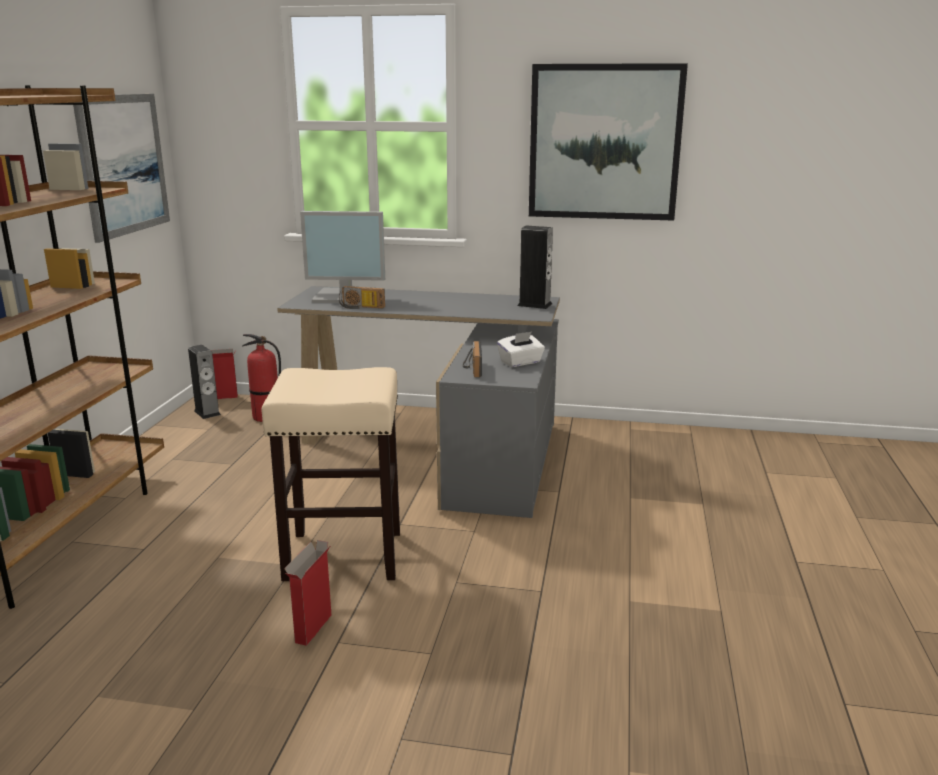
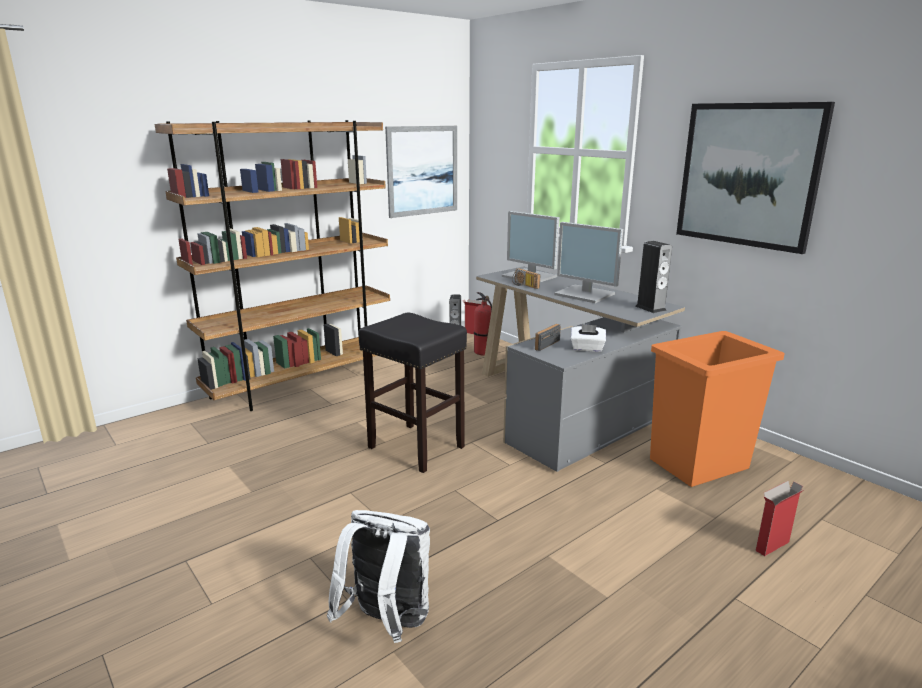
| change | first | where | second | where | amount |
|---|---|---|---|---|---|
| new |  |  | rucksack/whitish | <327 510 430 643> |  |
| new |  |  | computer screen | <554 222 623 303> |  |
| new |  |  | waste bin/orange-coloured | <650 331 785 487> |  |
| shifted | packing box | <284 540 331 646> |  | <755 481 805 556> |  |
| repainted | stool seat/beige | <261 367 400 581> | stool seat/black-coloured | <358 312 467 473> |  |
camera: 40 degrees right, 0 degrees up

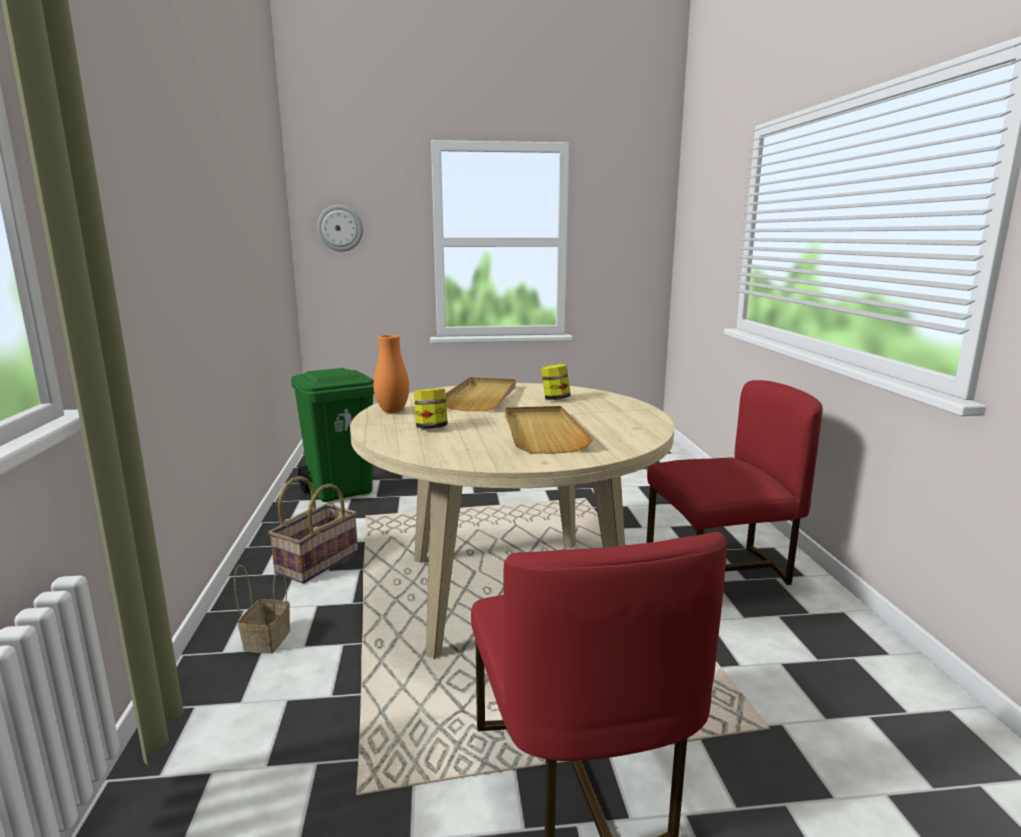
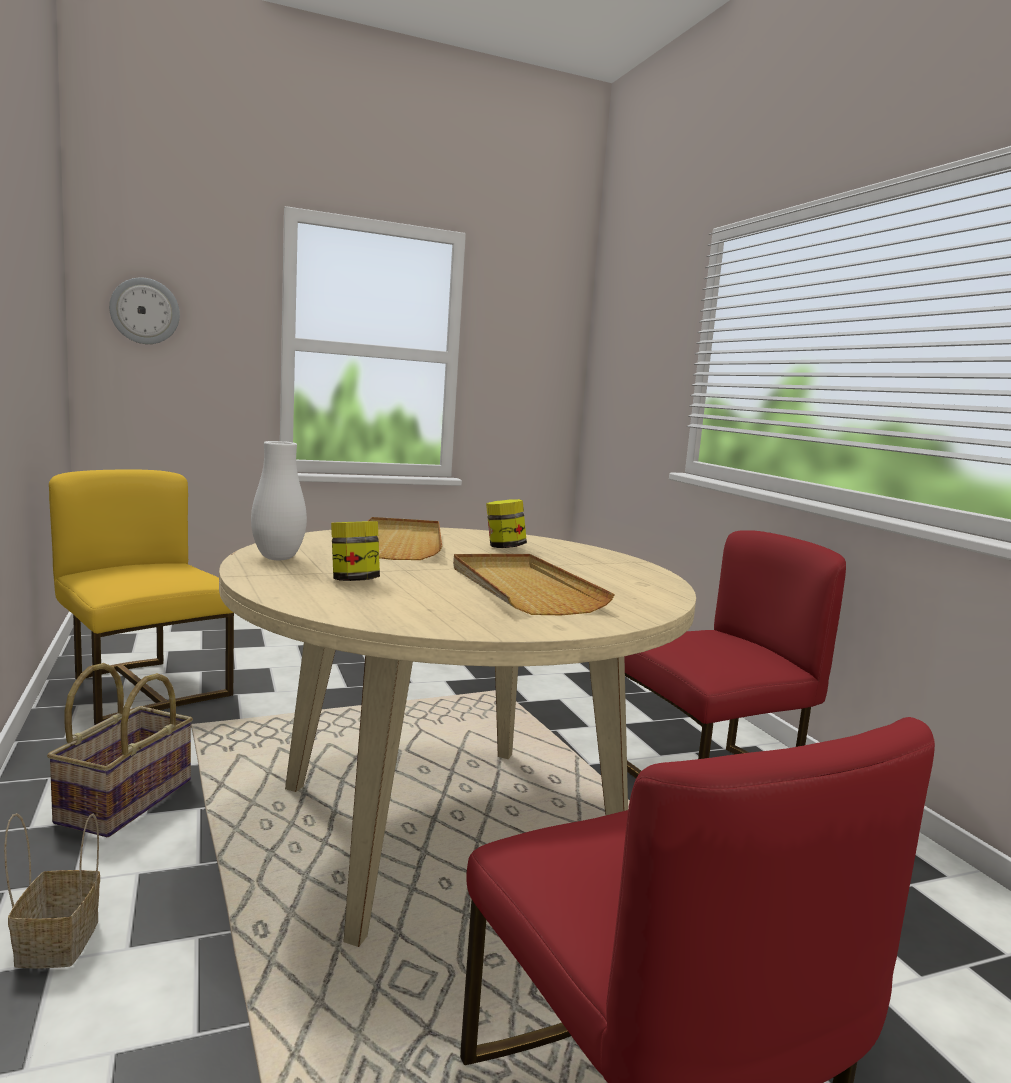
| change | first | where | second | where | amount |
|---|---|---|---|---|---|
| swapped | waste bin/green-coloured | <291 368 374 502> | chair/yellow-coloured | <49 469 234 725> |  |
| repainted | decorative vase/orange-coloured | <374 335 409 413> | decorative vase/whitish | <251 441 307 560> |  |
camera: 15 degrees left, 5 degrees down

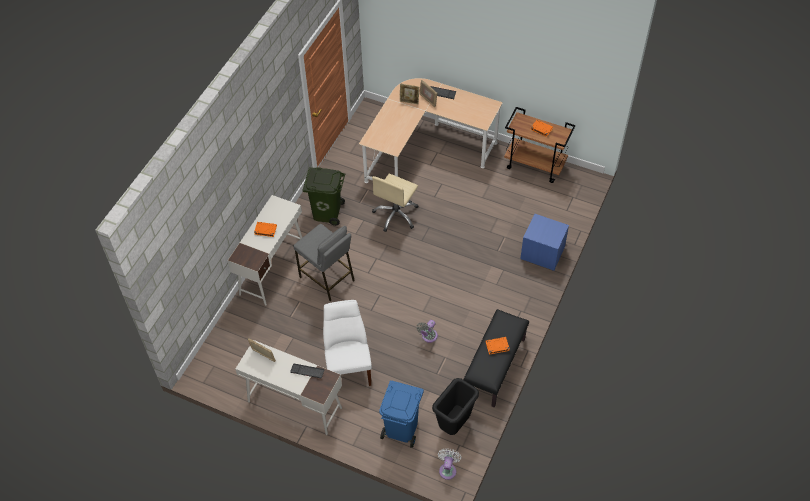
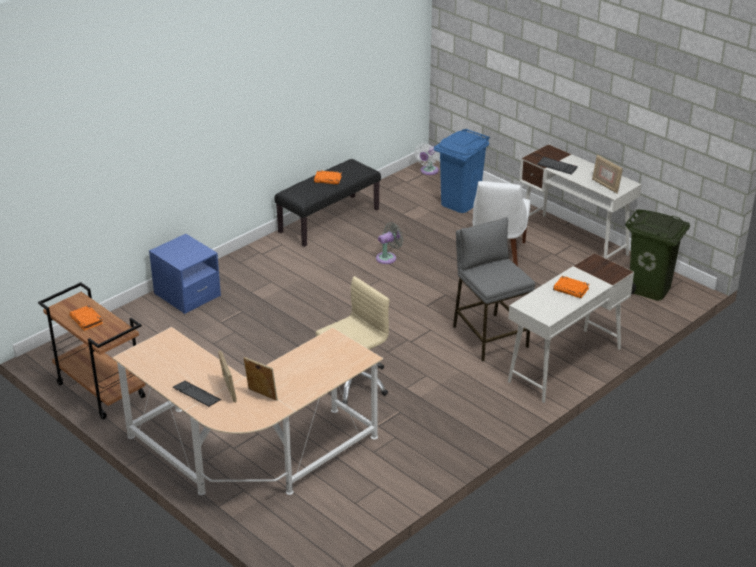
| change | first | where | second | where | amount |
|---|---|---|---|---|---|
| gone | waste bin/black-coloured | <432 378 479 435> |  |  |  |
| shifted | waste bin/green-coloured | <302 167 345 226> |  | <625 210 690 300> |  |
camera: 160 degrees left, 20 degrees down

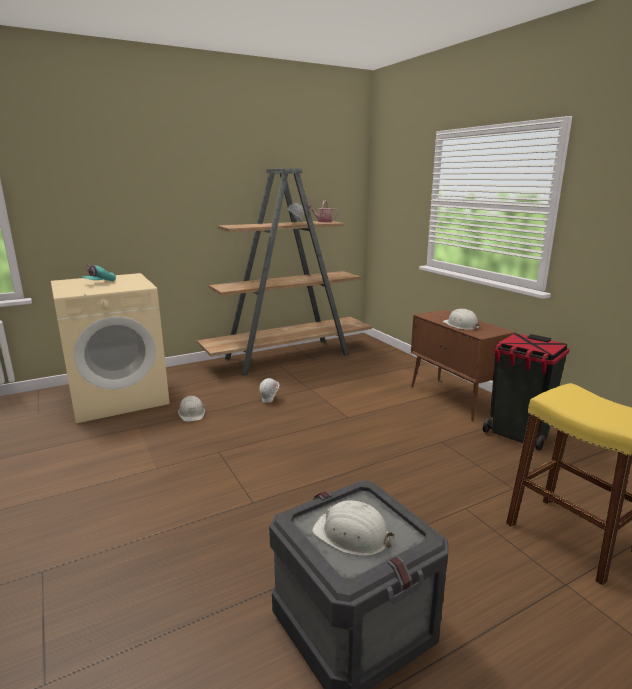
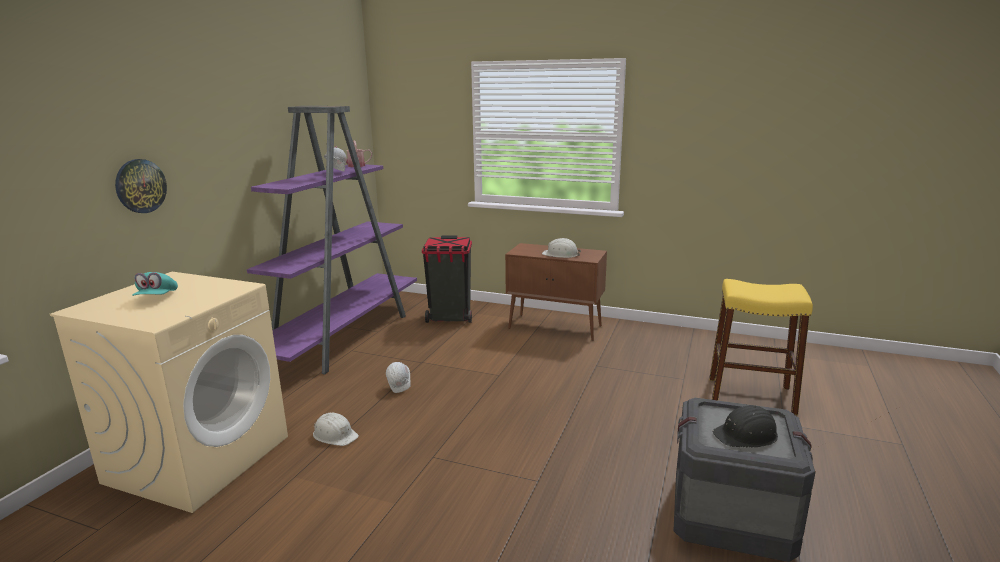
| change | first | where | second | where | amount |
|---|---|---|---|---|---|
| new |  |  | hanging clock | <115 159 167 213> |  |
| shifted | waste bin/black-coloured | <483 333 569 451> |  | <422 235 472 323> |  |
| repainted | bookshelf/brown-coloured | <197 168 372 376> | bookshelf/purple | <247 106 417 375> |  |
| repainted | hard hat/whitish | <312 500 395 556> | hard hat/black-coloured | <712 405 778 447> |  |
camera: 40 degrees left, 0 degrees up

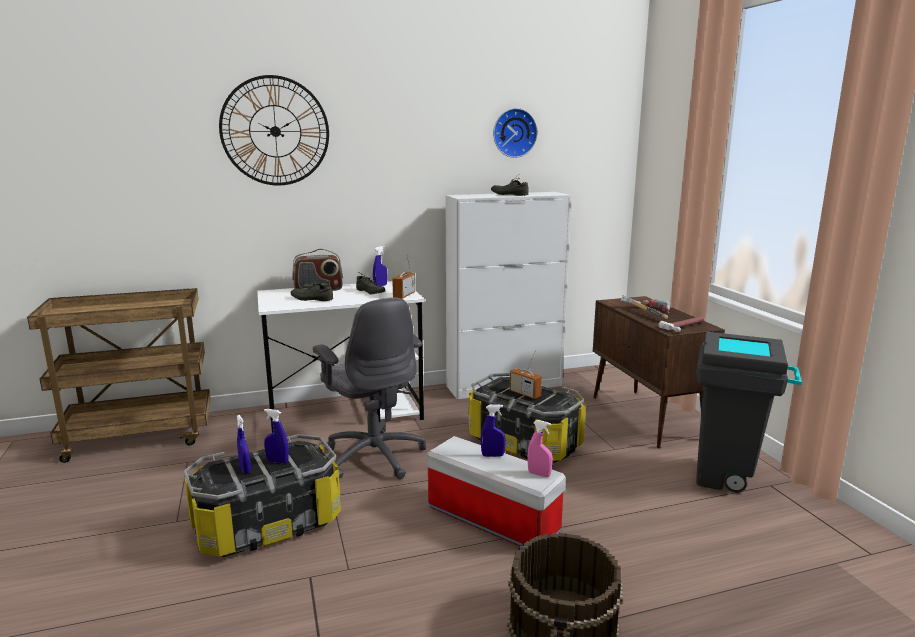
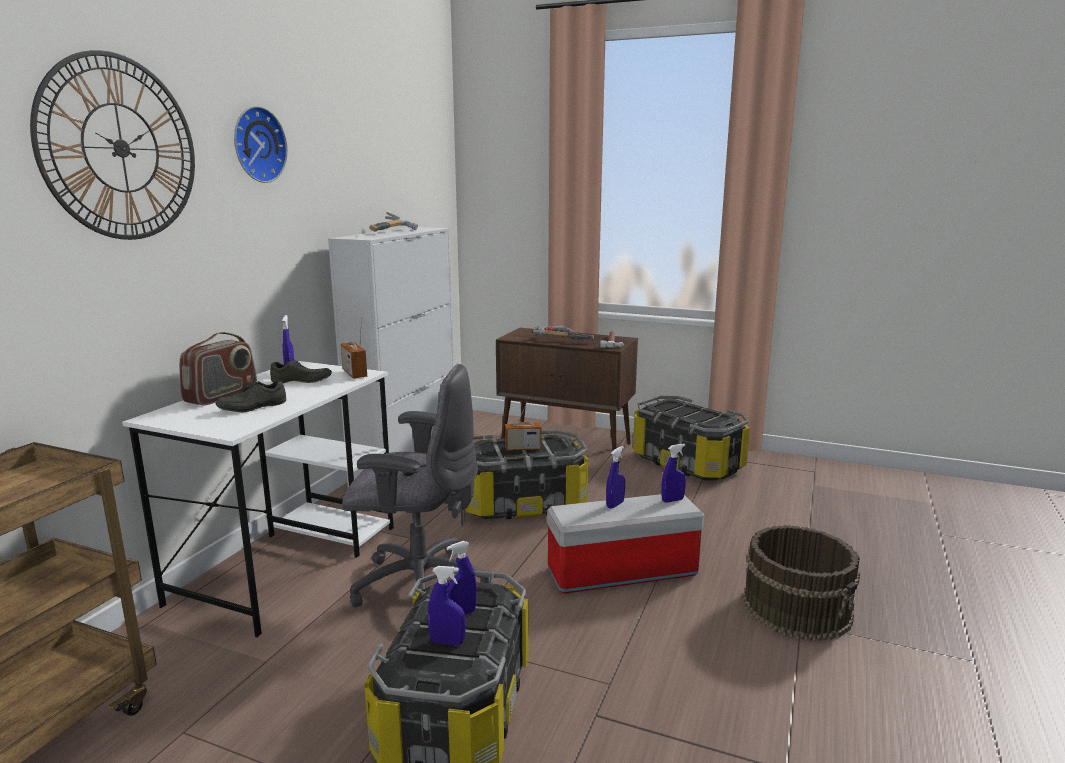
| change | first | where | second | where | amount |
|---|---|---|---|---|---|
| shifted | hanging clock | <493 108 538 158> |  | <234 106 288 183> |  |
| swapped | item of footwear/gray | <491 175 529 196> | hammer | <369 212 418 232> |  |
| swapped | waste bin/gray | <696 332 802 492> | storage container | <633 396 750 481> |  |
| repainted | hand sprayer/pink-coloured | <527 420 553 477> | hand sprayer/bluish | <661 444 686 503> |  |
camera: 50 degrees left, 0 degrees up

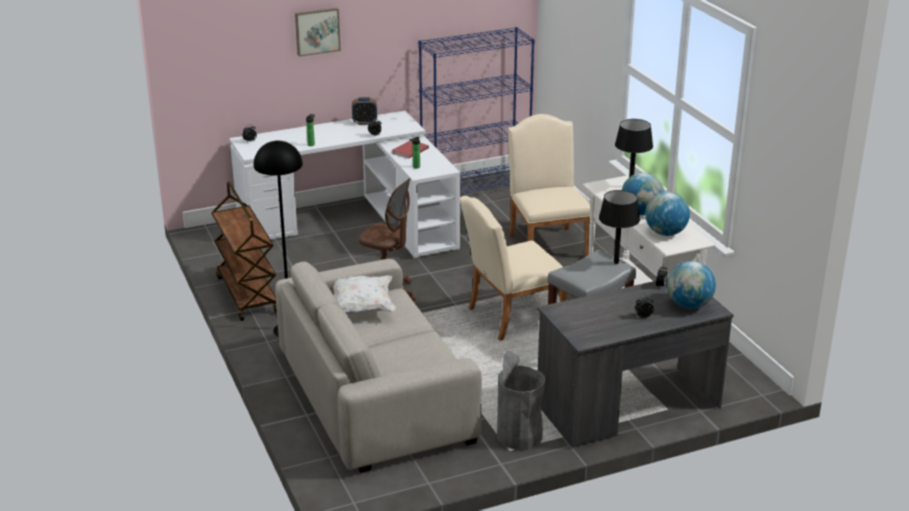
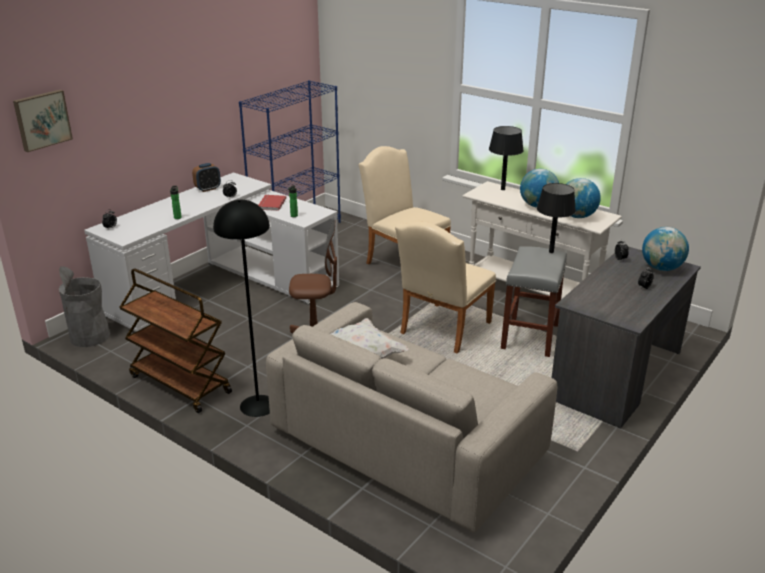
| change | first | where | second | where | amount |
|---|---|---|---|---|---|
| shifted | picture | <295 8 341 56> |  | <13 90 73 152> |  |
| shifted | waste bin/gray | <497 351 545 450> |  | <59 266 110 347> |  |
camera: 30 degrees left, 0 degrees up

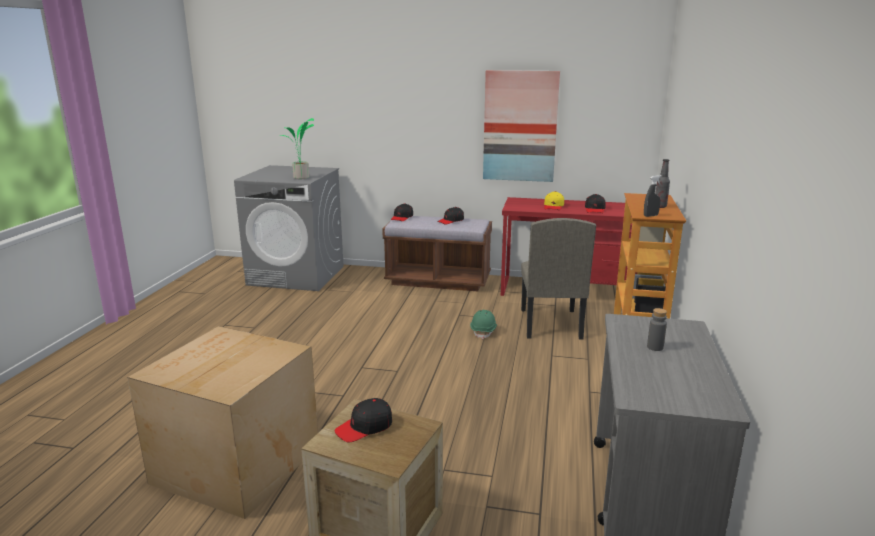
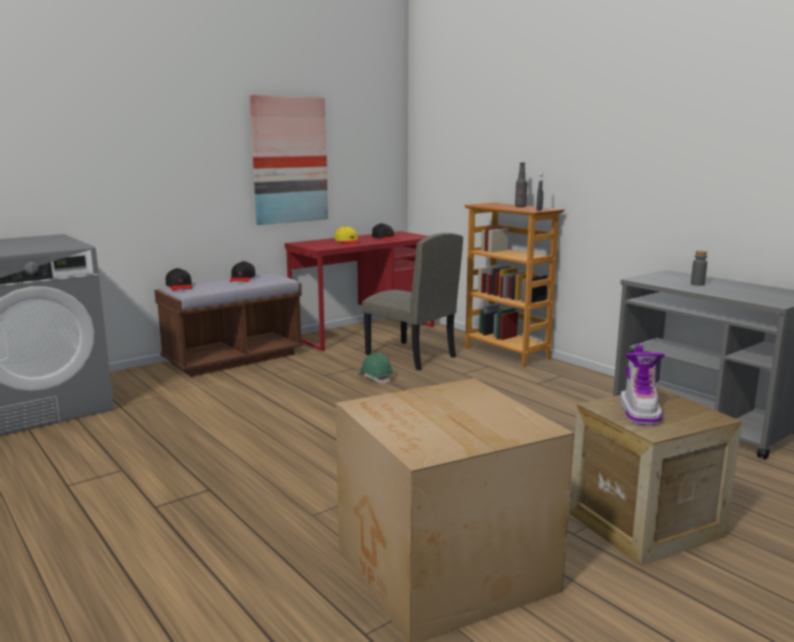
| change | first | where | second | where | amount |
|---|---|---|---|---|---|
| gone | houseplant | <279 118 314 179> |  |  |  |
| swapped | cap/black-coloured | <335 398 392 442> | tall boot | <620 345 665 425> |  |
camera: 50 degrees left, 5 degrees down

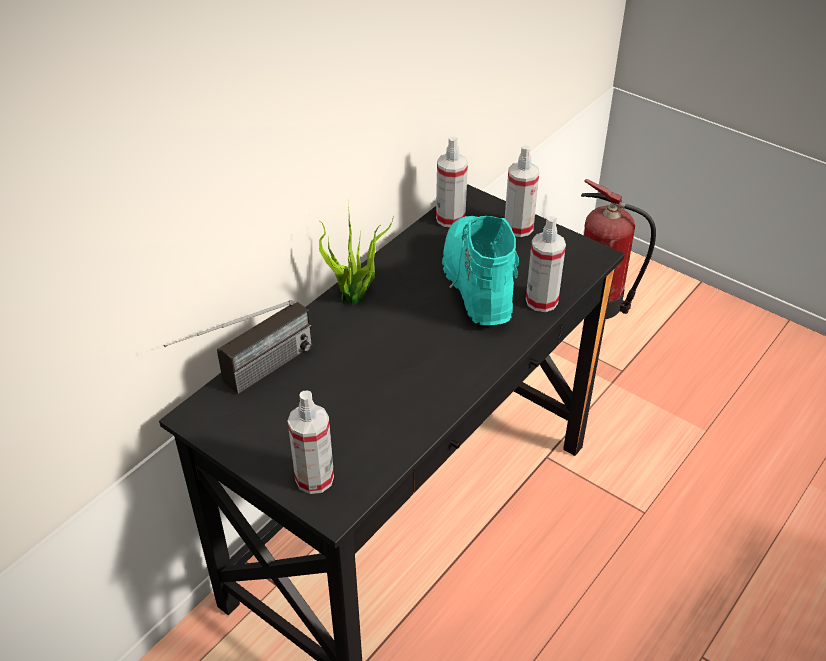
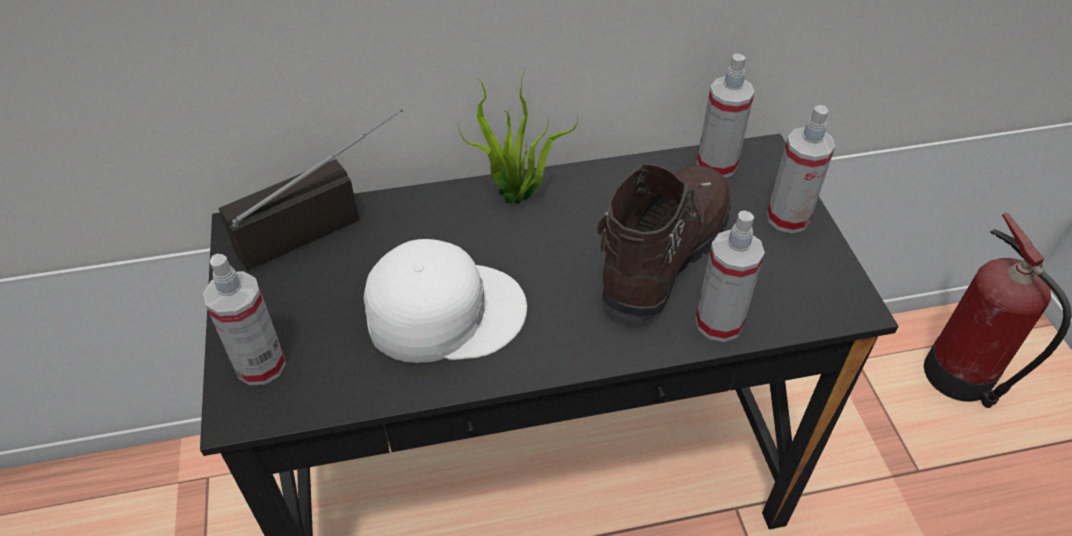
| change | first | where | second | where | amount |
|---|---|---|---|---|---|
| new |  |  | cap/whitish | <364 239 527 363> |  |
| repainted | tall boot/turquoise | <442 216 519 325> | tall boot/brown-coloured | <597 164 731 322> |  |
| rotated | radio receiver | <164 300 313 394> |  | <219 109 403 271> | 150 degrees clockwise |
camera: 40 degrees right, 5 degrees up

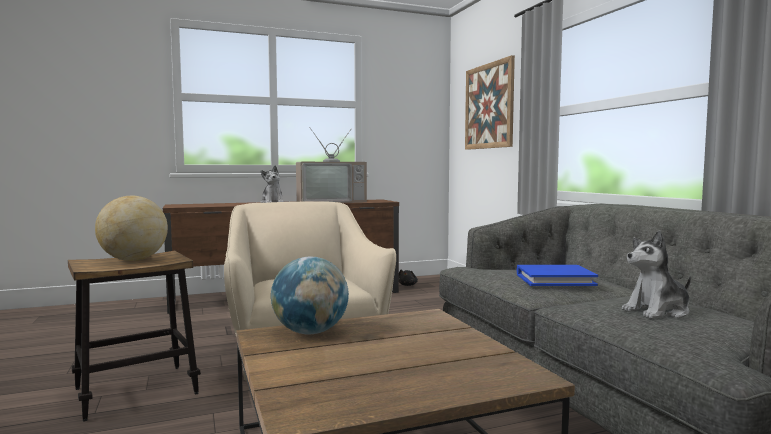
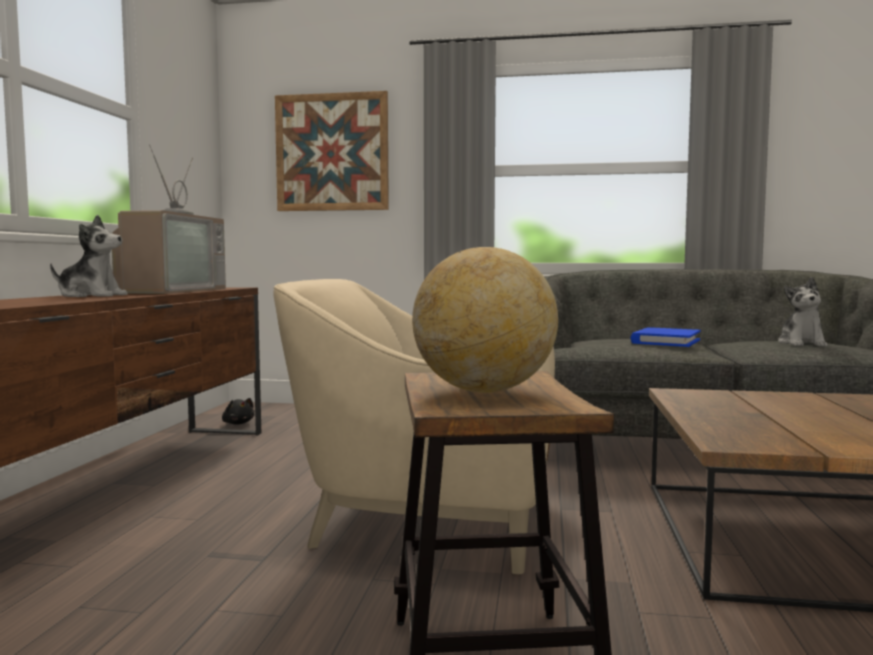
| change | first | where | second | where | amount |
|---|---|---|---|---|---|
| gone | desk globe | <271 257 349 334> |  |  |  |
camera: 60 degrees left, 0 degrees up

